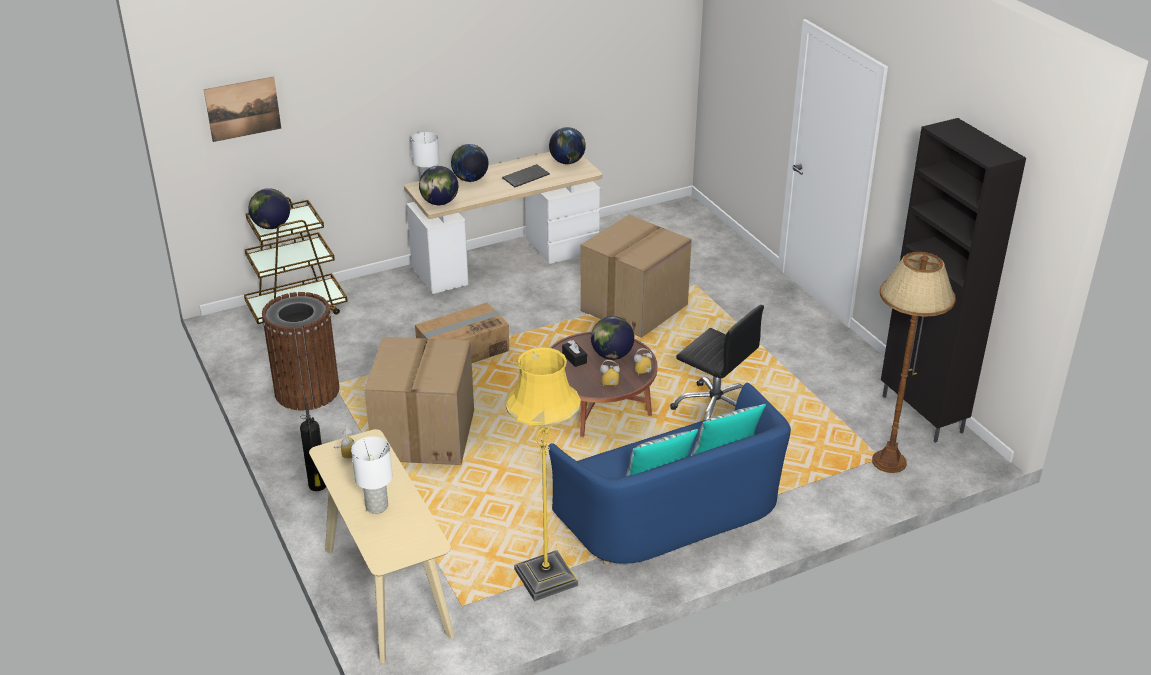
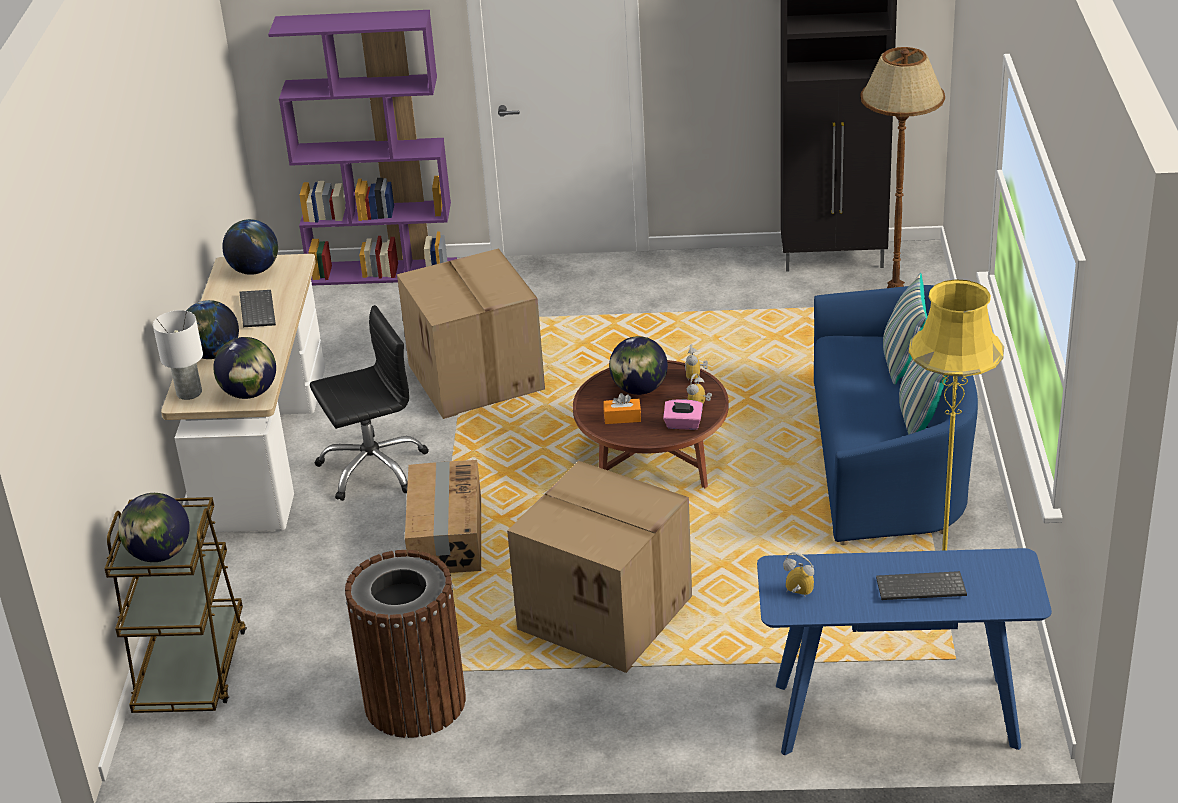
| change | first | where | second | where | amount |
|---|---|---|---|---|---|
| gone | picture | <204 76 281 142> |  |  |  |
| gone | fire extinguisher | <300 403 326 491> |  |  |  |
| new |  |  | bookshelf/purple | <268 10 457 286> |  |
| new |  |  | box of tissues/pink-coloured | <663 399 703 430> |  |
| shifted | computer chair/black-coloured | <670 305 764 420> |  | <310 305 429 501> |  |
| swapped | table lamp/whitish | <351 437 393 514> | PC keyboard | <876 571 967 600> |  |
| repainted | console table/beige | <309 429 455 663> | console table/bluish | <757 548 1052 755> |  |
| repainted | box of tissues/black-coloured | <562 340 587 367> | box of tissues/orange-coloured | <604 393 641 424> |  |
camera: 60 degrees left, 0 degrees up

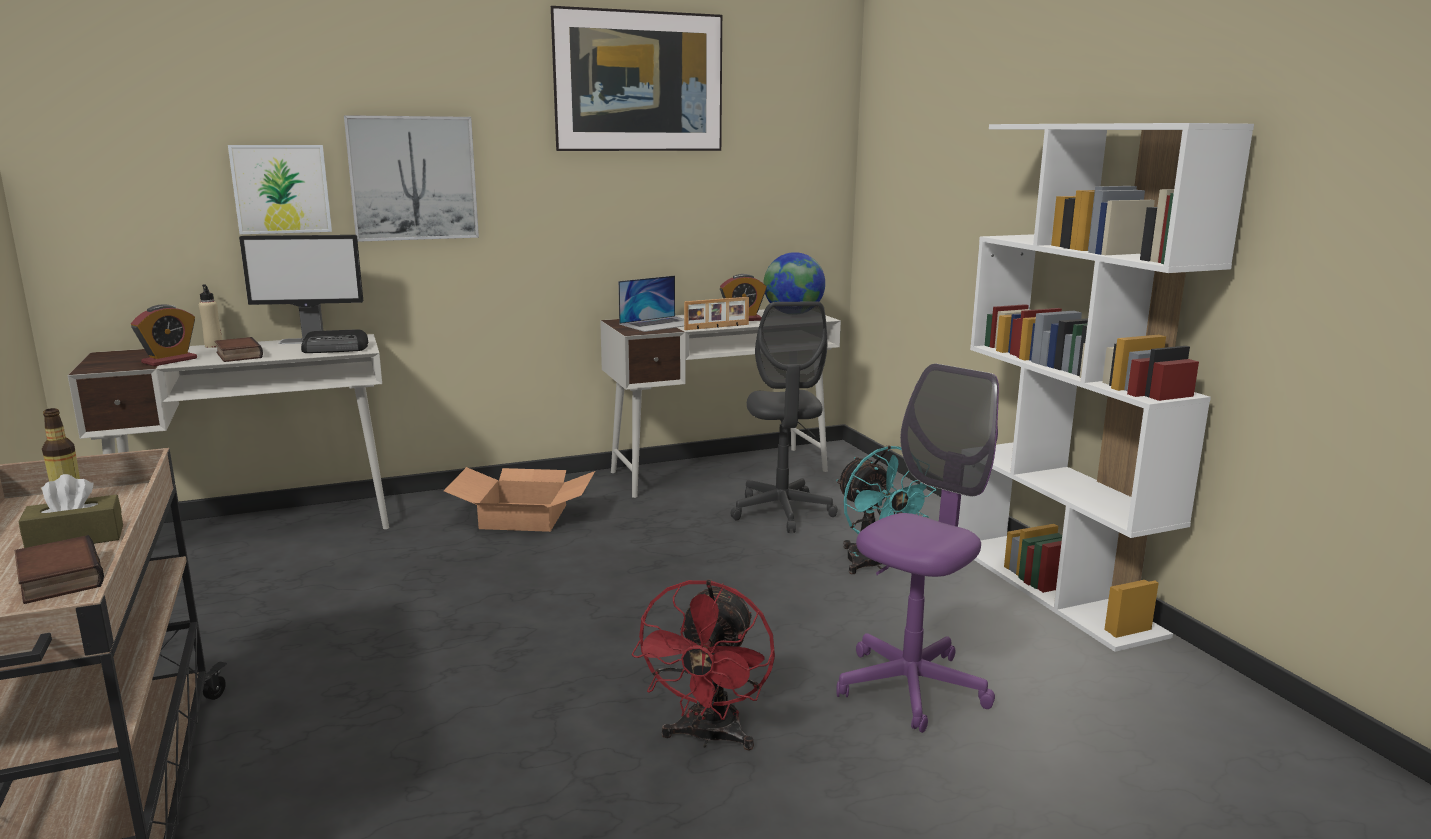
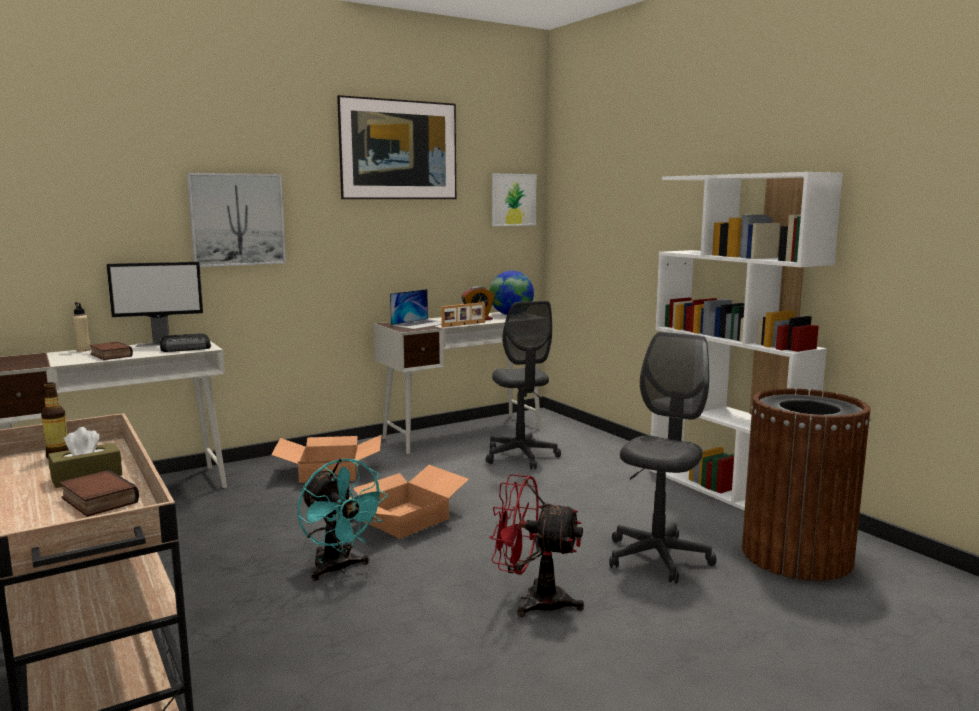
| change | first | where | second | where | amount |
|---|---|---|---|---|---|
| gone | table clock | <131 305 197 366> |  |  |  |
| new |  |  | packing box | <349 465 469 539> |  |
| new |  |  | waste bin/brown-coloured | <742 389 871 581> |  |
| shifted | picture | <228 145 332 234> |  | <492 174 537 226> |  |
| shifted | fan/turquoise | <836 445 936 574> |  | <297 458 388 581> |  |
| repainted | computer chair/purple | <836 364 999 733> | computer chair/gray | <609 332 717 584> |  |
| rotated | fan/reddish | <631 579 775 751> |  | <489 474 584 617> | 105 degrees clockwise |
camera: 10 degrees left, 5 degrees down

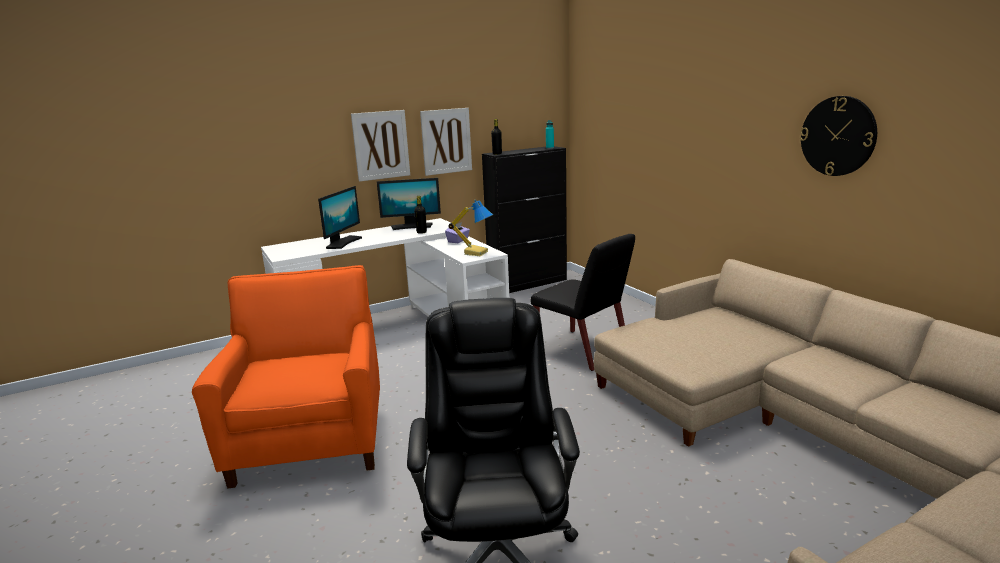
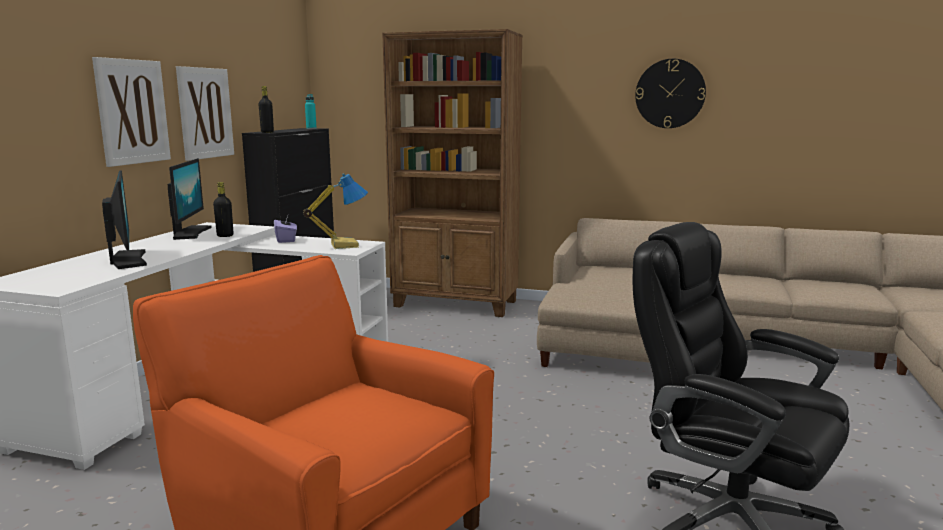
| change | first | where | second | where | amount |
|---|---|---|---|---|---|
| gone | chair/black-coloured | <531 234 635 371> |  |  |  |
| new |  |  | bookshelf/brown-coloured | <382 29 523 317> |  |
| rotated | computer screen | <377 178 441 230> |  | <168 158 212 240> | 45 degrees counterclockwise |
camera: 45 degrees left, 5 degrees down

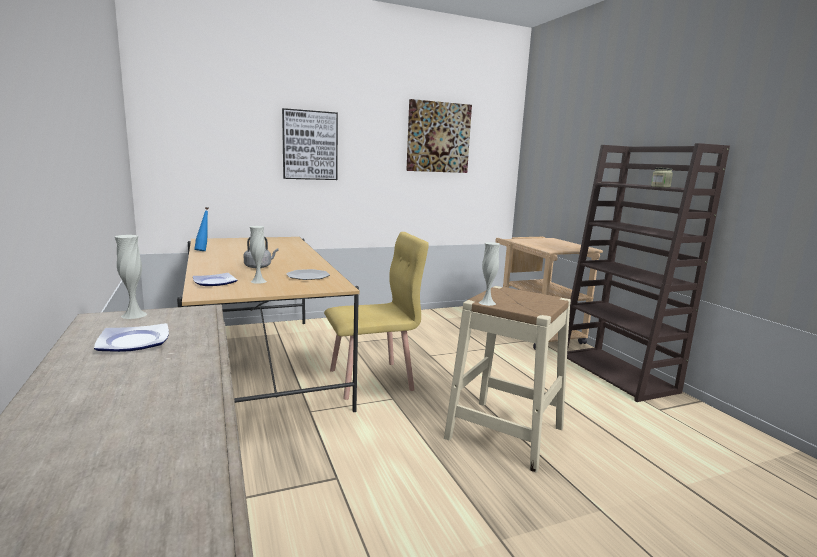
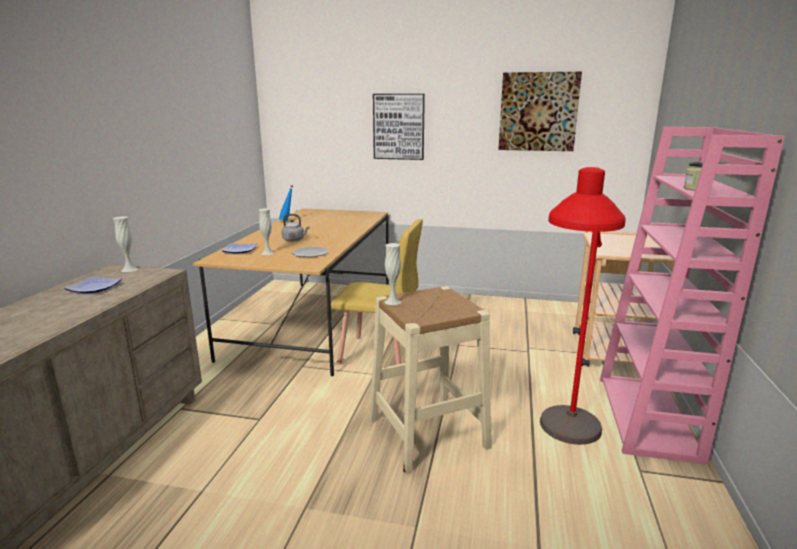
| change | first | where | second | where | amount |
|---|---|---|---|---|---|
| new |  |  | standard lamp/reddish | <540 167 626 445> |  |
| repainted | bookshelf/brown-coloured | <567 143 730 402> | bookshelf/pink-coloured | <600 127 785 465> |  |
camera: 35 degrees right, 5 degrees up

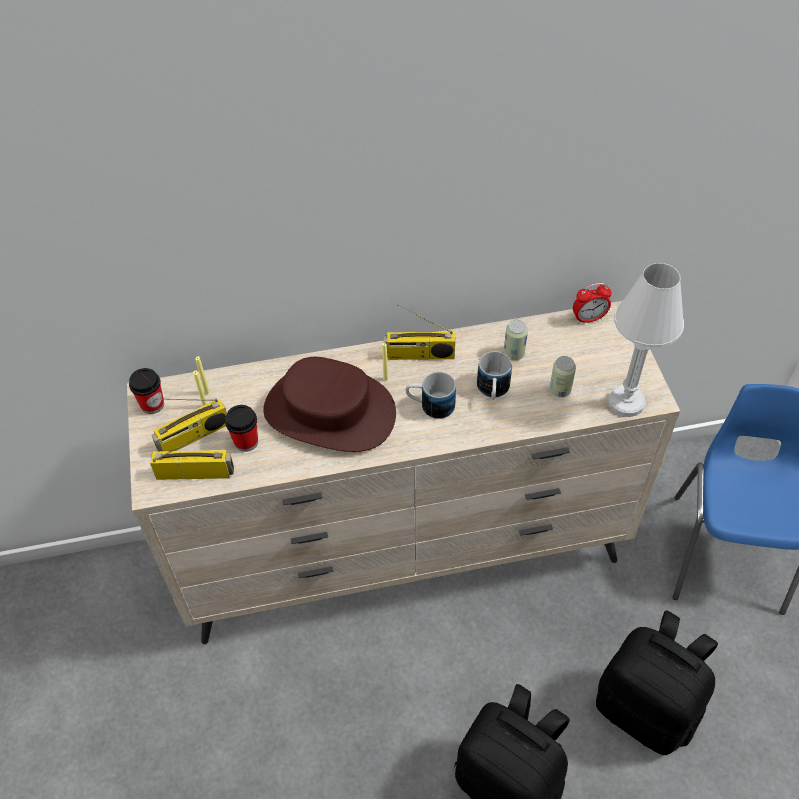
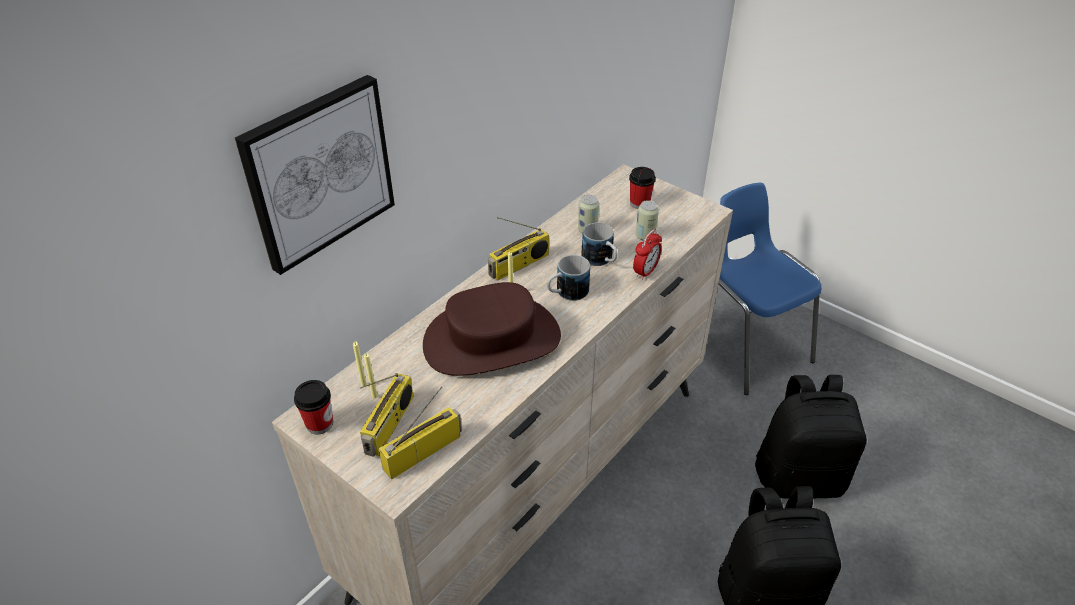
| change | first | where | second | where | amount |
|---|---|---|---|---|---|
| gone | table lamp/whitish | <608 263 684 417> |  |  |  |
| new |  |  | picture | <235 75 395 275> |  |
| shifted | small cup | <225 405 258 452> |  | <629 167 656 209> |  |
| shifted | table clock | <573 283 611 324> |  | <633 229 662 280> |  |
camera: 40 degrees left, 10 degrees down

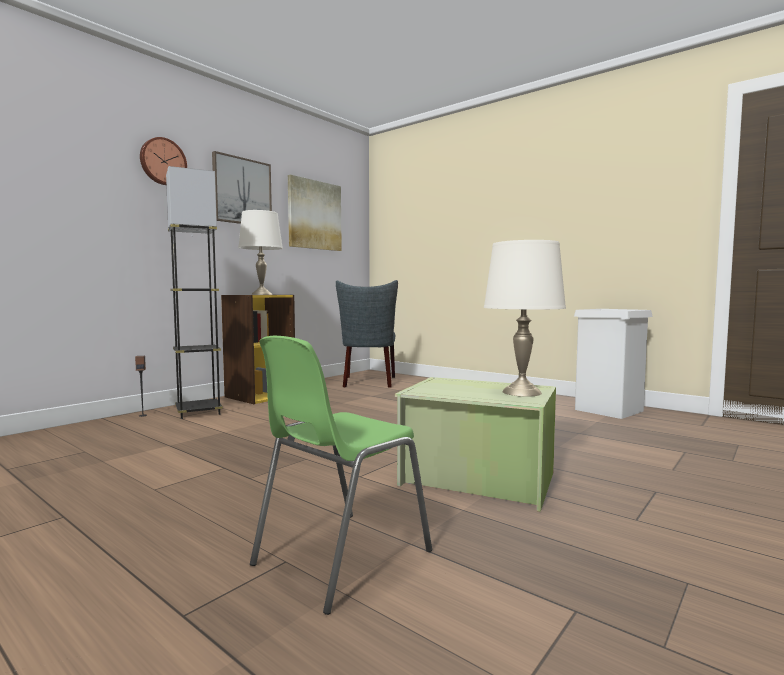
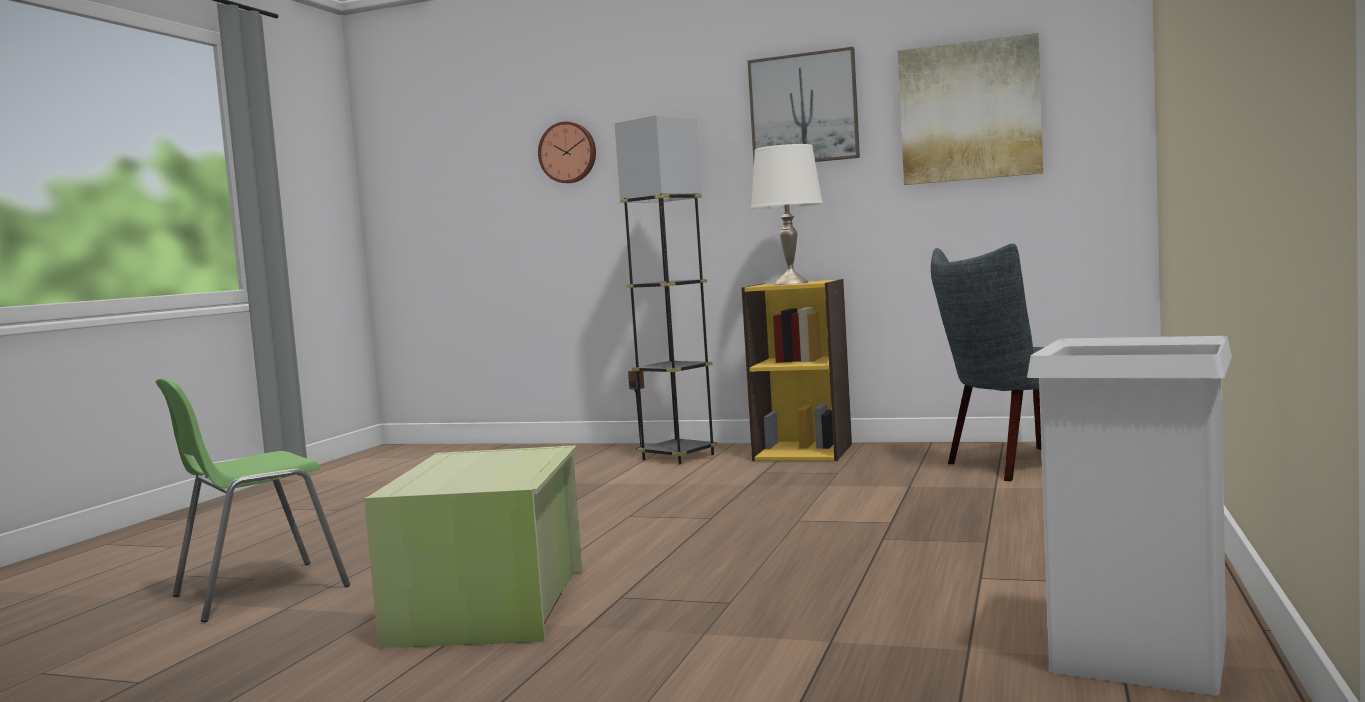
| change | first | where | second | where | amount |
|---|---|---|---|---|---|
| gone | table lamp/whitish | <484 240 566 397> |  |  |  |
| shifted | hanging clock | <140 137 187 185> |  | <538 121 596 183> |  |
| rotated | chair/green-coloured | <250 336 432 615> |  | <156 378 350 622> | 60 degrees counterclockwise |
camera: 70 degrees right, 0 degrees up

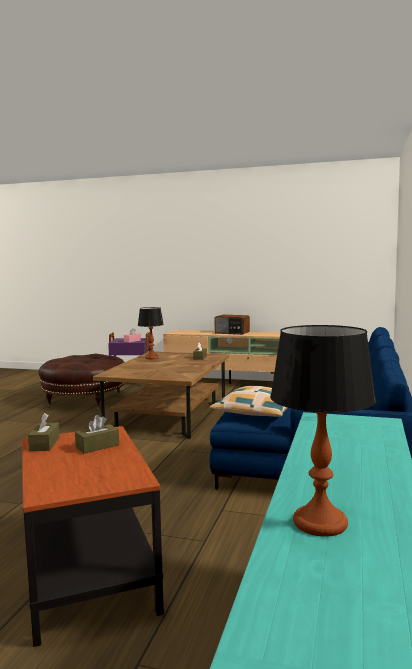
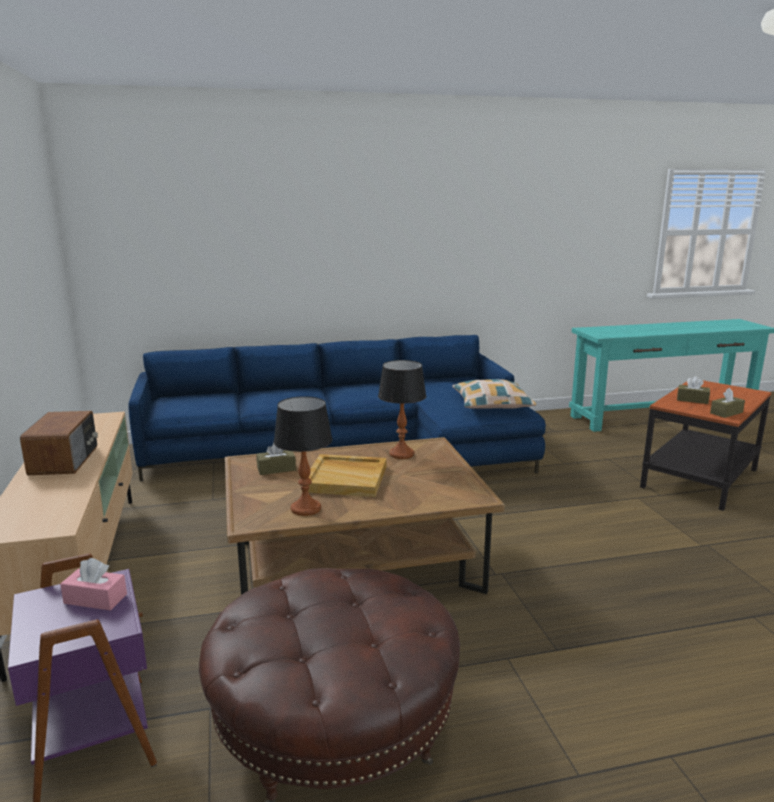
| change | first | where | second | where | amount |
|---|---|---|---|---|---|
| new |  |  | tray/beige | <308 454 387 497> |  |
| shifted | table lamp | <270 325 376 537> |  | <378 360 426 459> |  |
camera: 120 degrees left, 10 degrees up

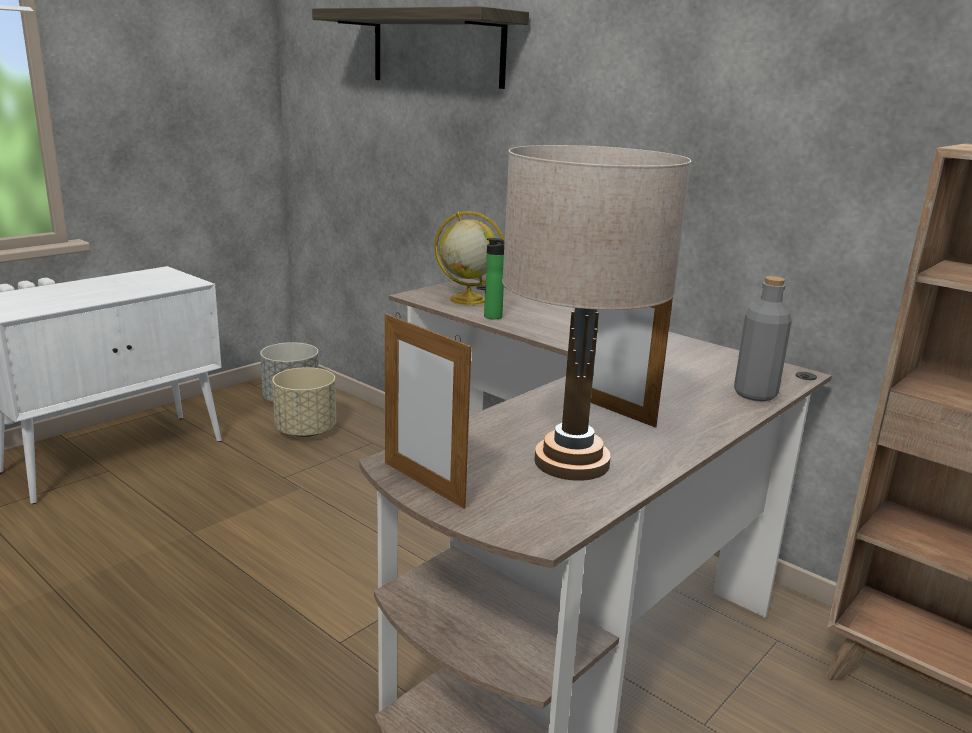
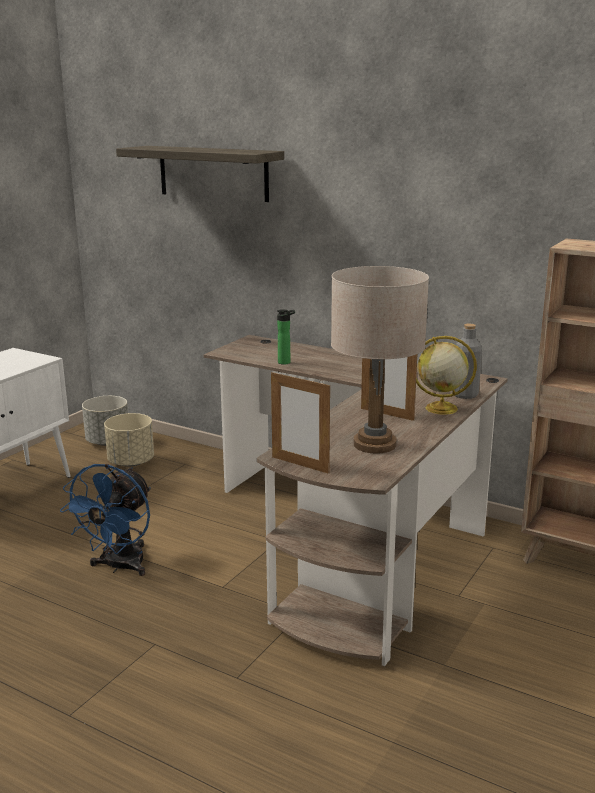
| change | first | where | second | where | amount |
|---|---|---|---|---|---|
| new |  |  | fan/bluish | <60 464 151 576> |  |
| shifted | desk globe | <434 211 505 305> |  | <416 336 477 414> |  |
camera: 10 degrees left, 0 degrees up

